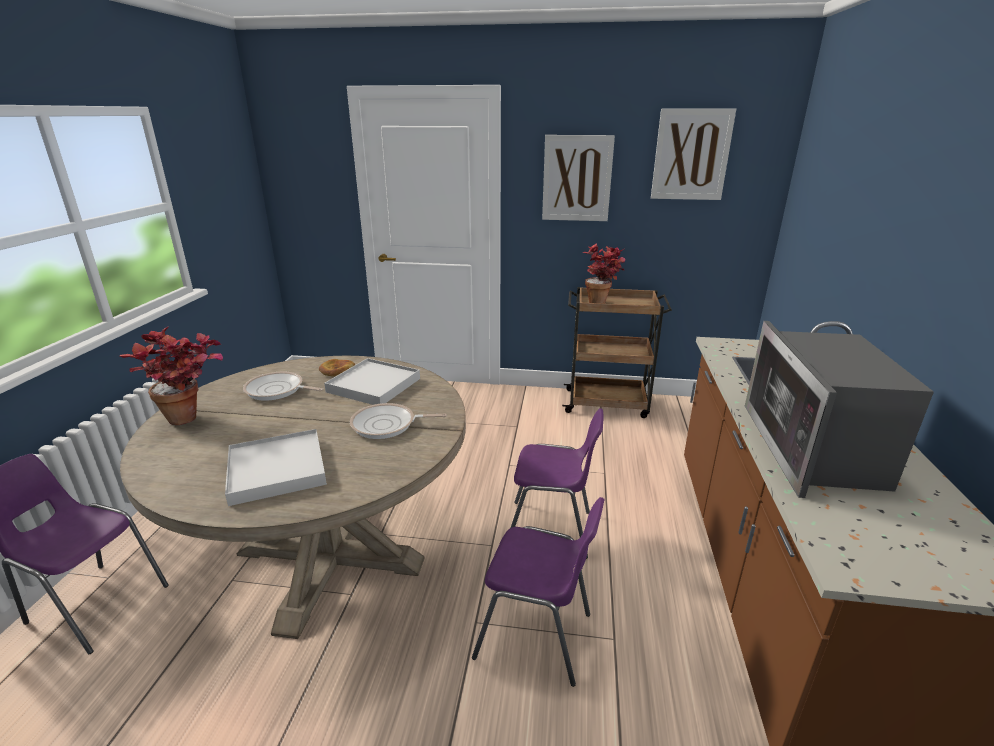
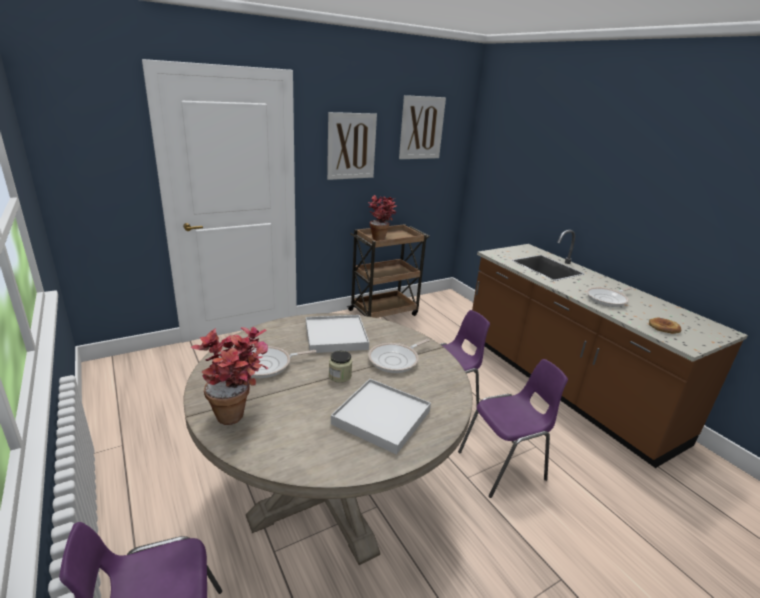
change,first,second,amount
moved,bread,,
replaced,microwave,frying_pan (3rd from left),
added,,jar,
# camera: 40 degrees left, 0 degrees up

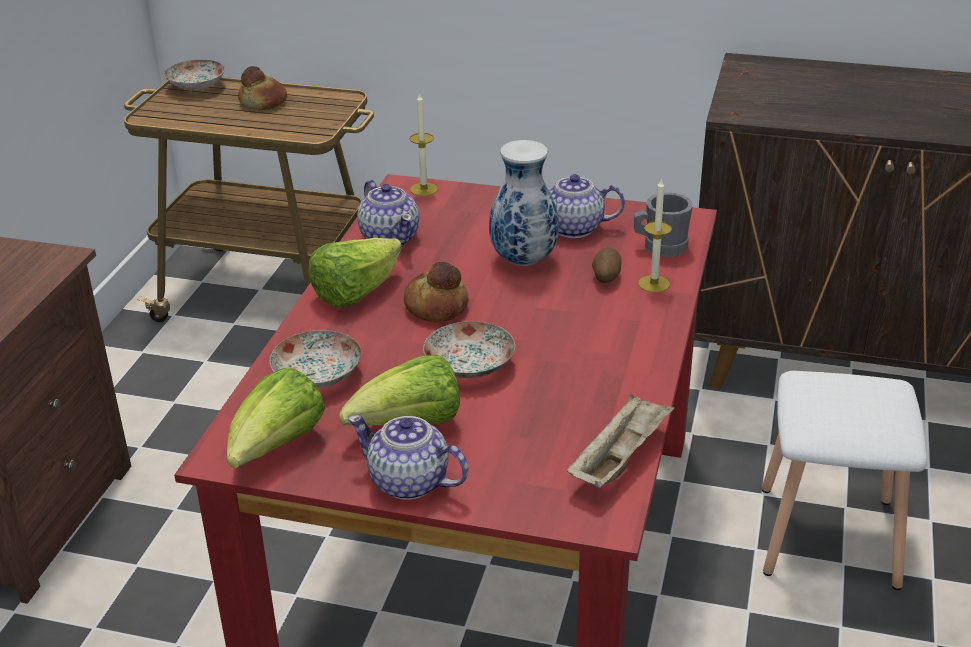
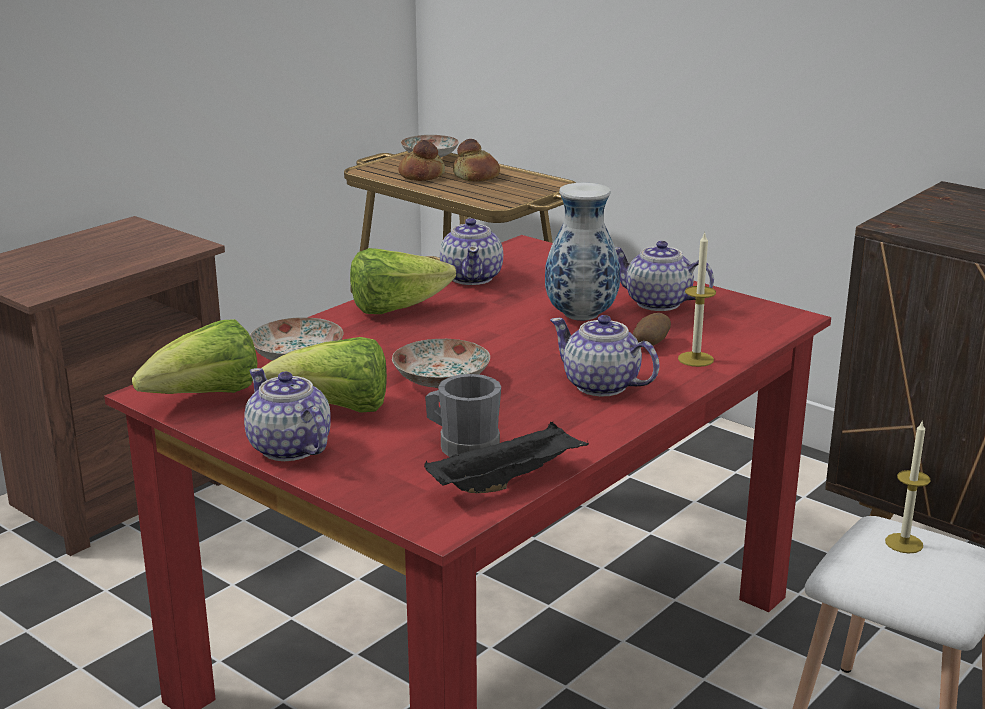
change,first,second,amount
moved,bread (2nd from left in the first image),bread (1st from left),
moved,candle (1st from left in the first image),candle (2nd from left),
recoloured,beige_tray,black_tray,
moved,grey_mug,,
added,,teapot (3rd from left),
# camera: 25 degrees right, 10 degrees down

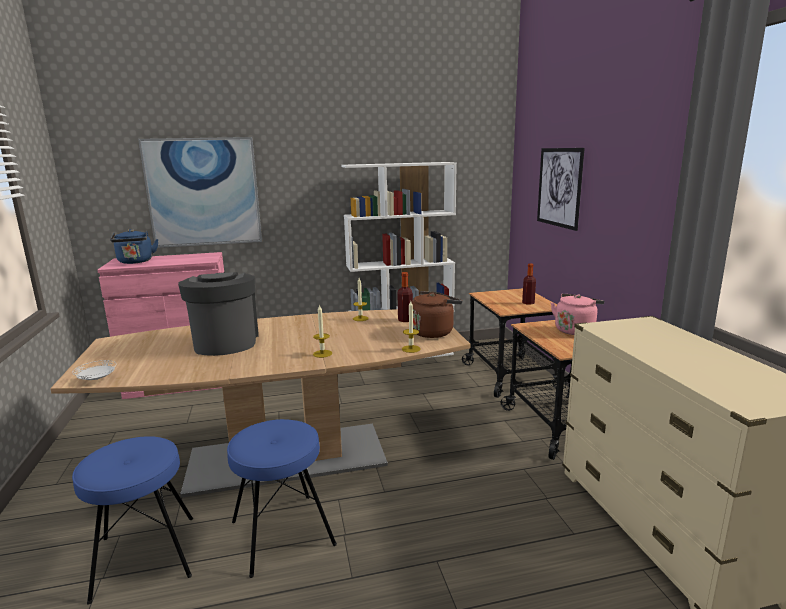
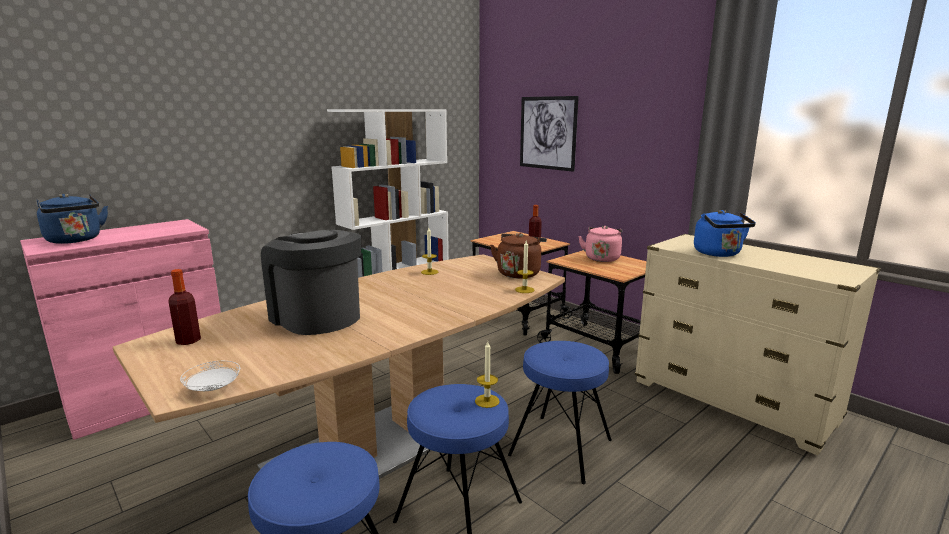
change,first,second,amount
removed,picture (1st from left),,
moved,candle (1st from left in the first image),candle (2nd from left),
moved,bottle (1st from left),,
added,,blue_stool (3rd from left),
added,,blue_kettle (2nd from left),
# camera: 30 degrees left, 0 degrees up

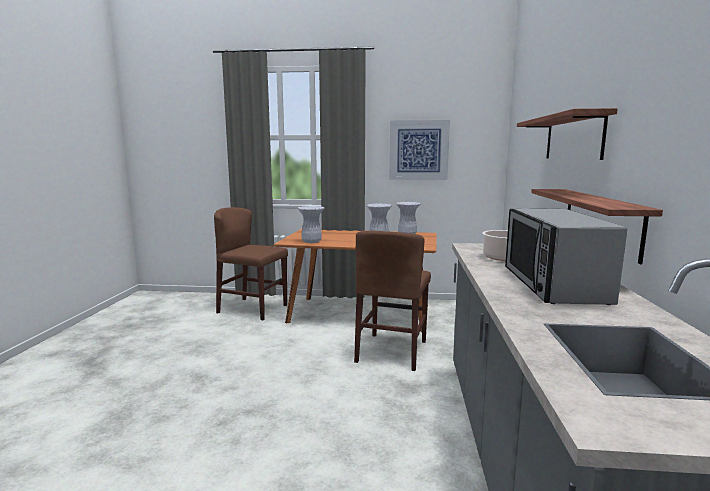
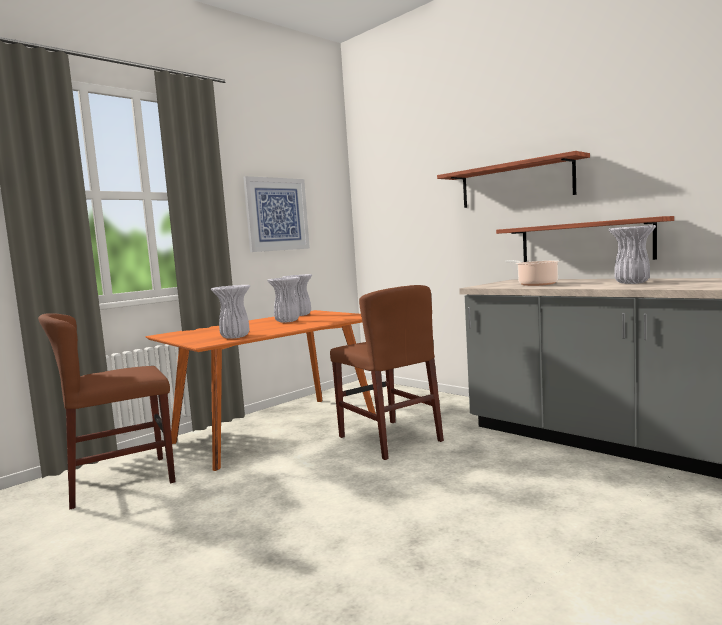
change,first,second,amount
replaced,microwave,white_vase (4th from left),
# camera: 50 degrees left, 5 degrees down

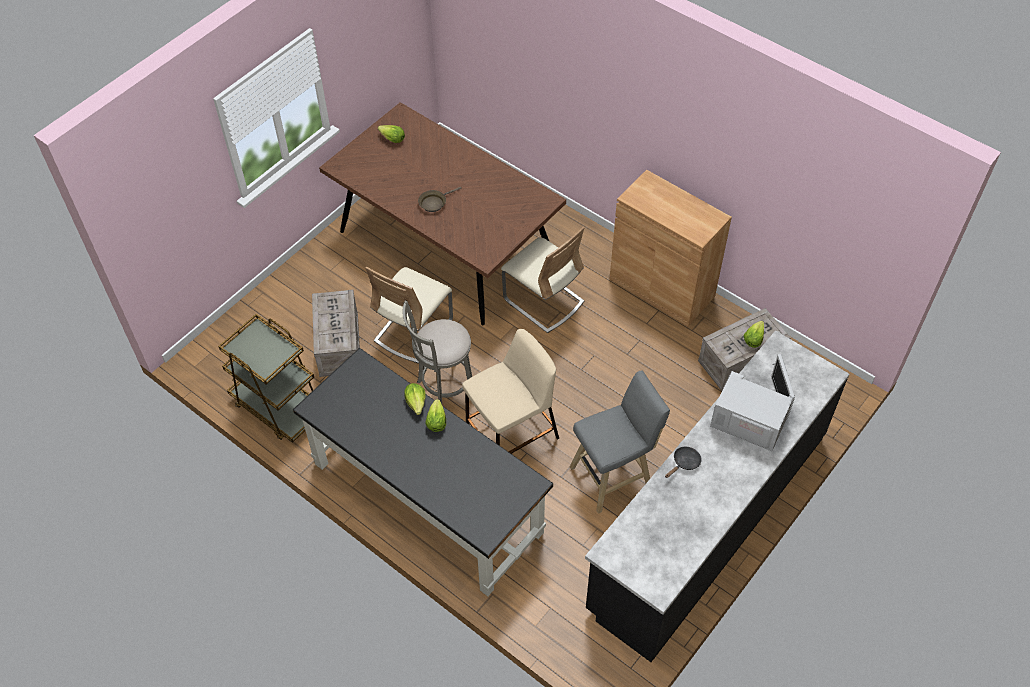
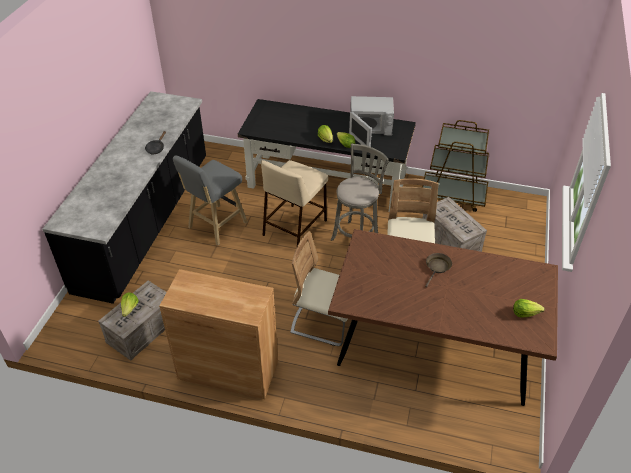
change,first,second,amount
moved,white_microwave,,
# camera: 155 degrees right, 10 degrees down

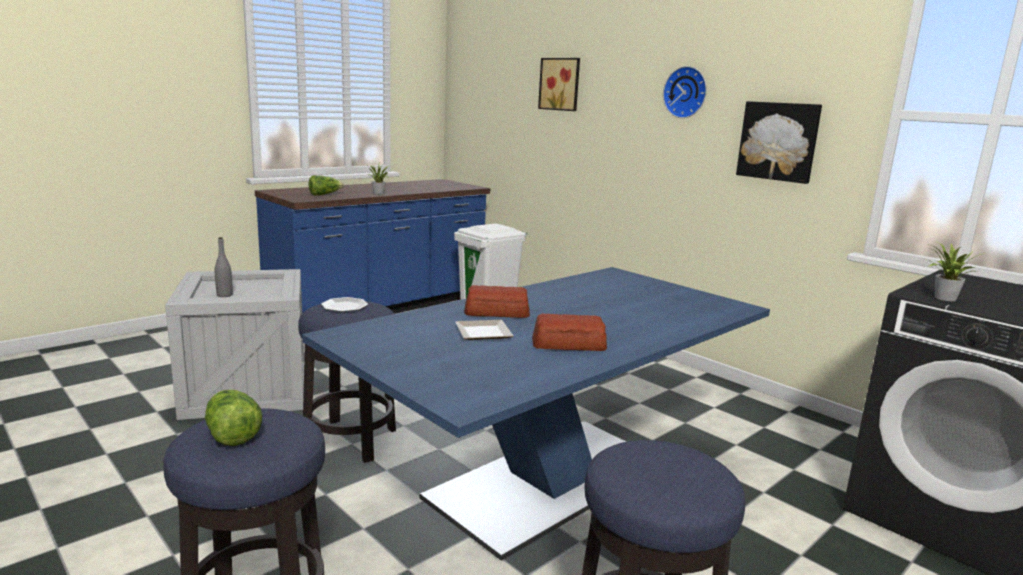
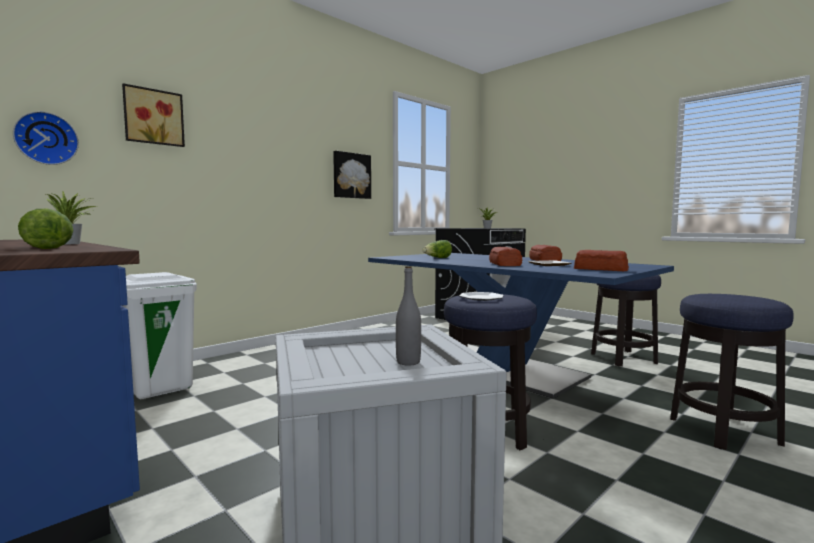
change,first,second,amount
moved,lettuce (1st from left in the first image),lettuce (2nd from left),
moved,wall_clock,,
added,,bread (3rd from left),
# camera: 90 degrees left, 10 degrees down

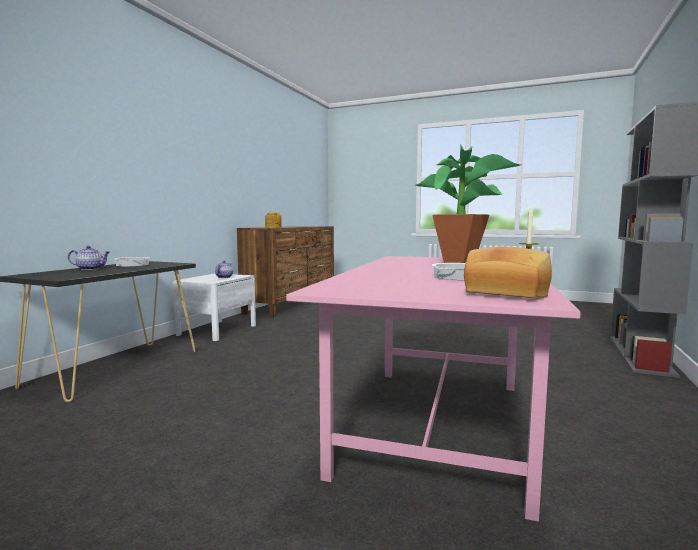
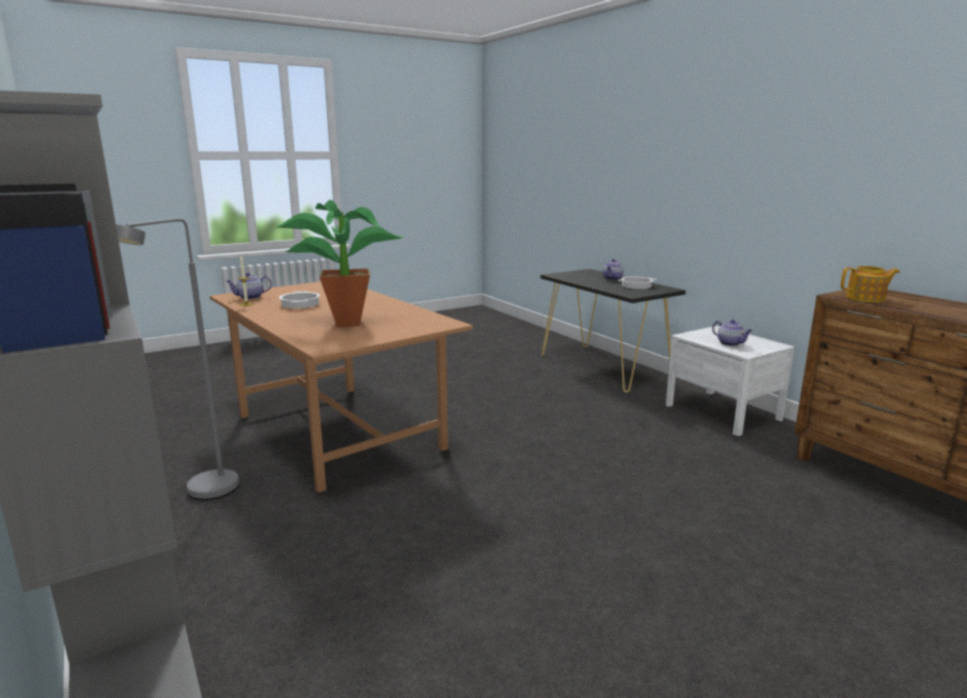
change,first,second,amount
recoloured,pink_dining_table,brown_dining_table,
replaced,bread,teapot (1st from left),
added,,grey_floor_lamp,
# camera: 125 degrees right, 10 degrees up

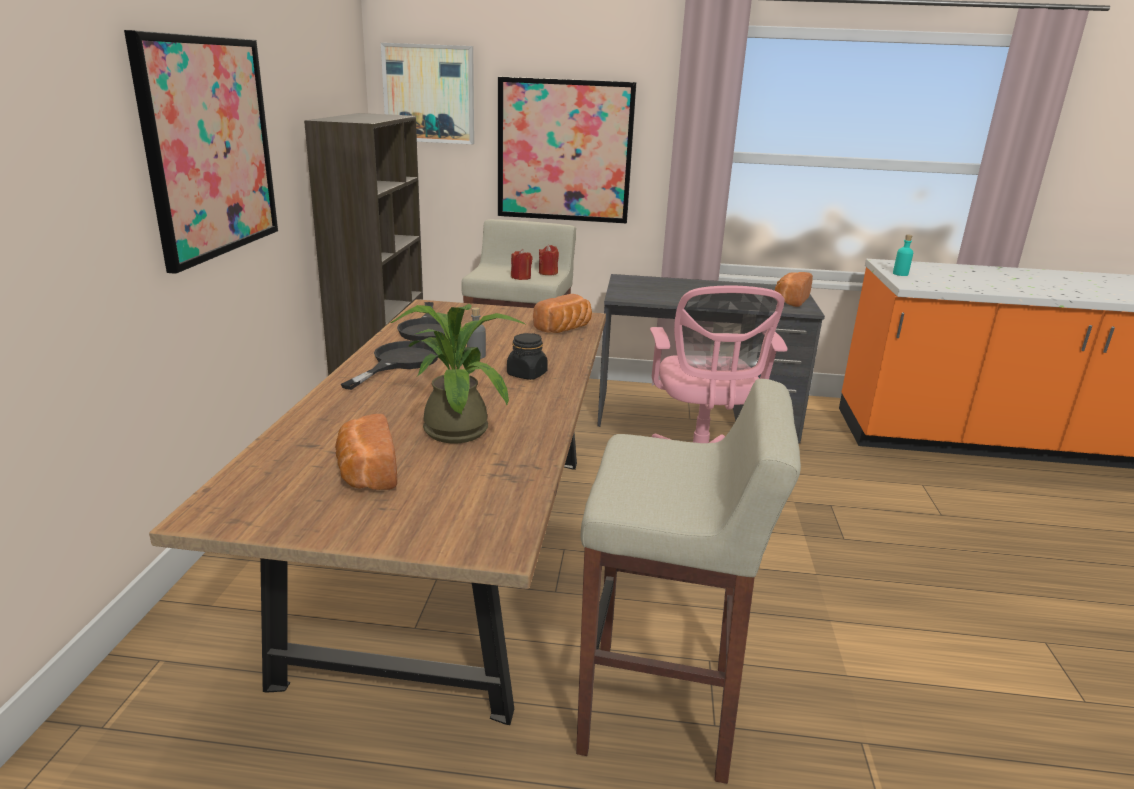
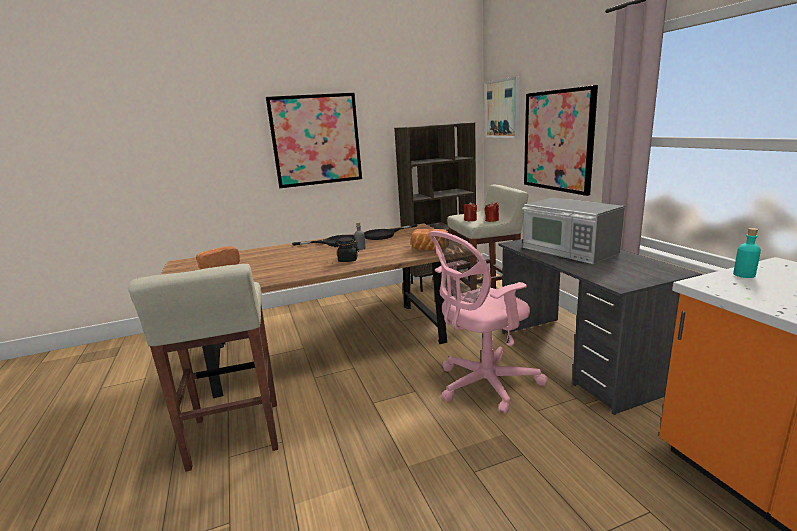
change,first,second,amount
removed,potted_plant,,
removed,bread (3rd from left),,
added,,microwave,
# camera: 65 degrees right, 5 degrees down

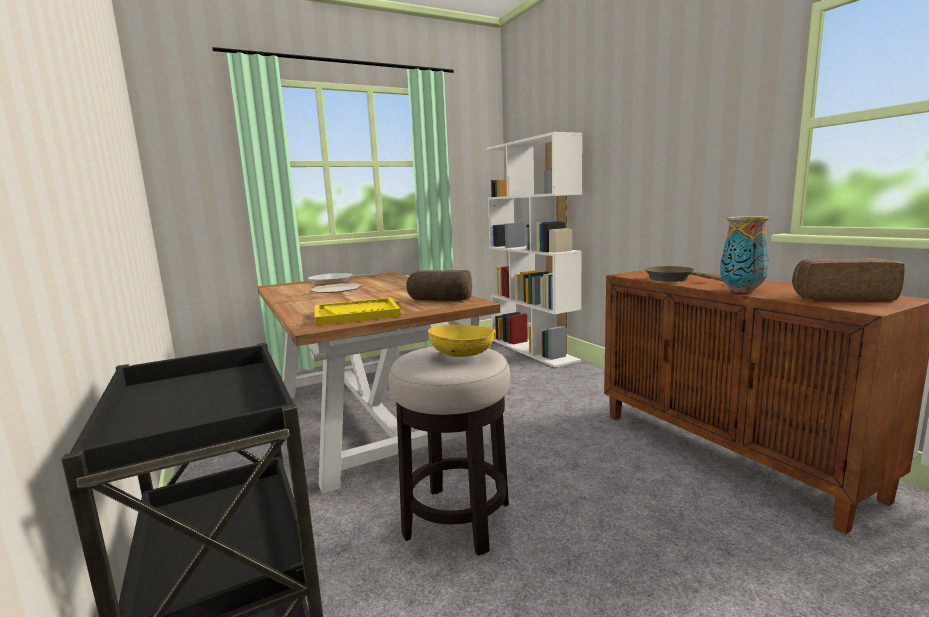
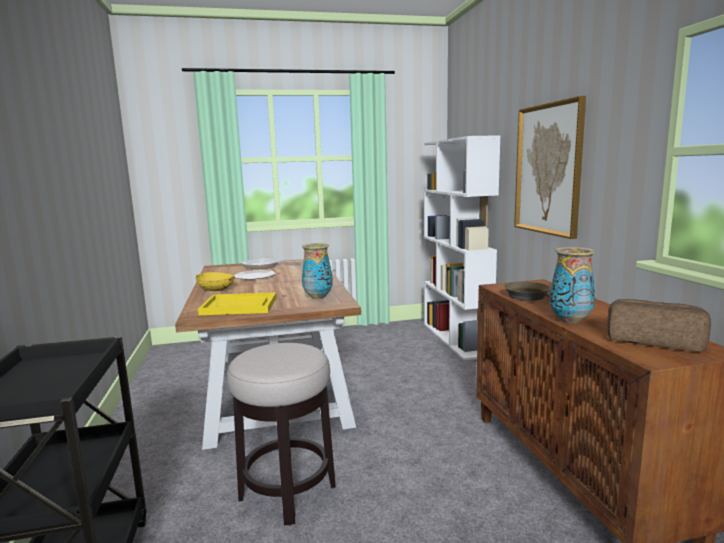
change,first,second,amount
replaced,bread (1st from left),vase (1st from left),
moved,yellow_bowl,,
added,,picture,
# camera: 15 degrees right, 0 degrees up

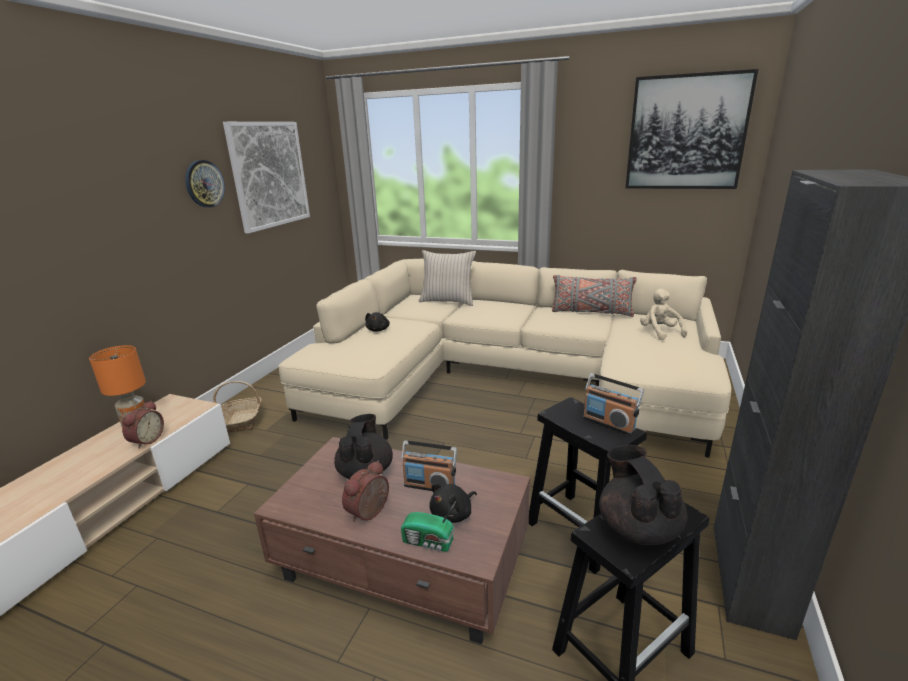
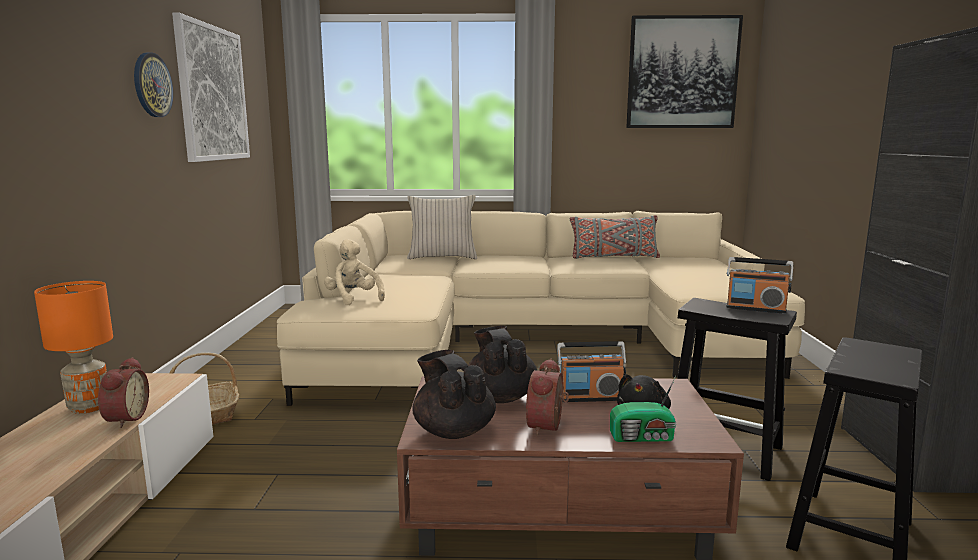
change,first,second,amount
removed,black_plush_toy (1st from left),,
moved,black_teapot (2nd from left in the first image),black_teapot (1st from left),
moved,beige_plush_toy,,
# camera: 20 degrees left, 10 degrees down

